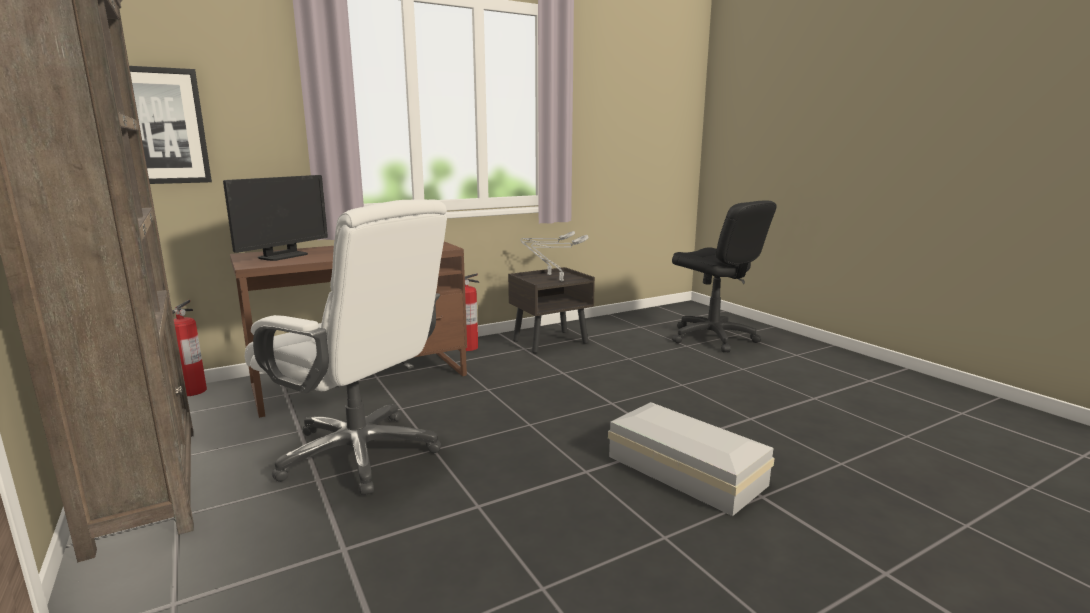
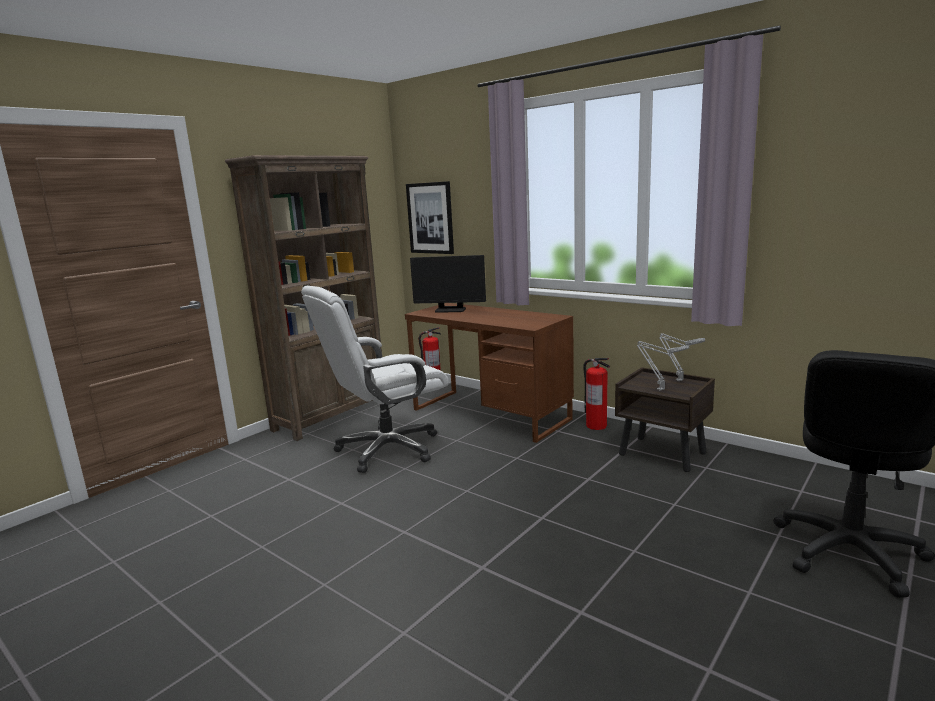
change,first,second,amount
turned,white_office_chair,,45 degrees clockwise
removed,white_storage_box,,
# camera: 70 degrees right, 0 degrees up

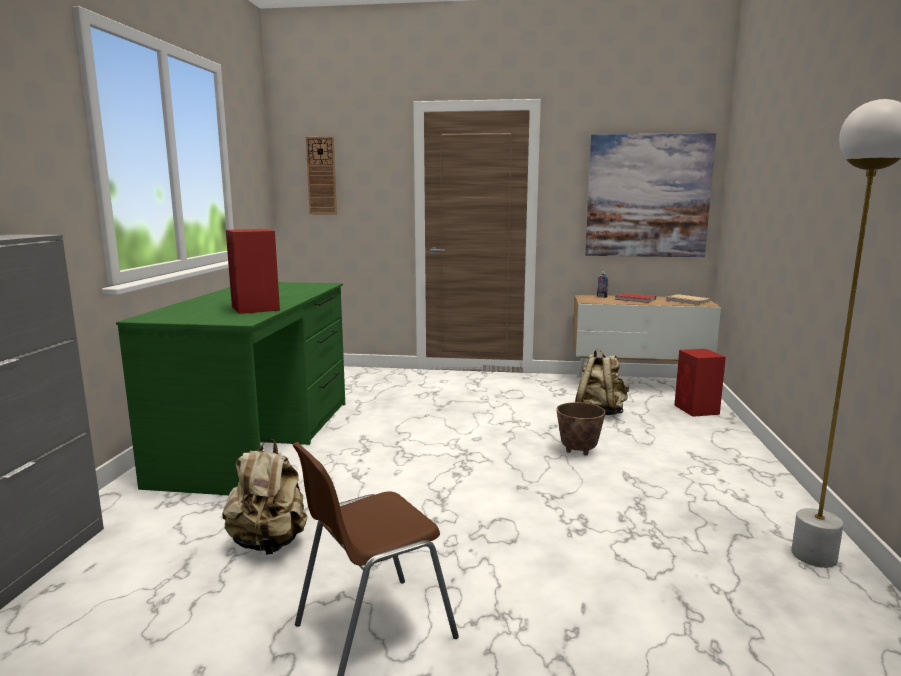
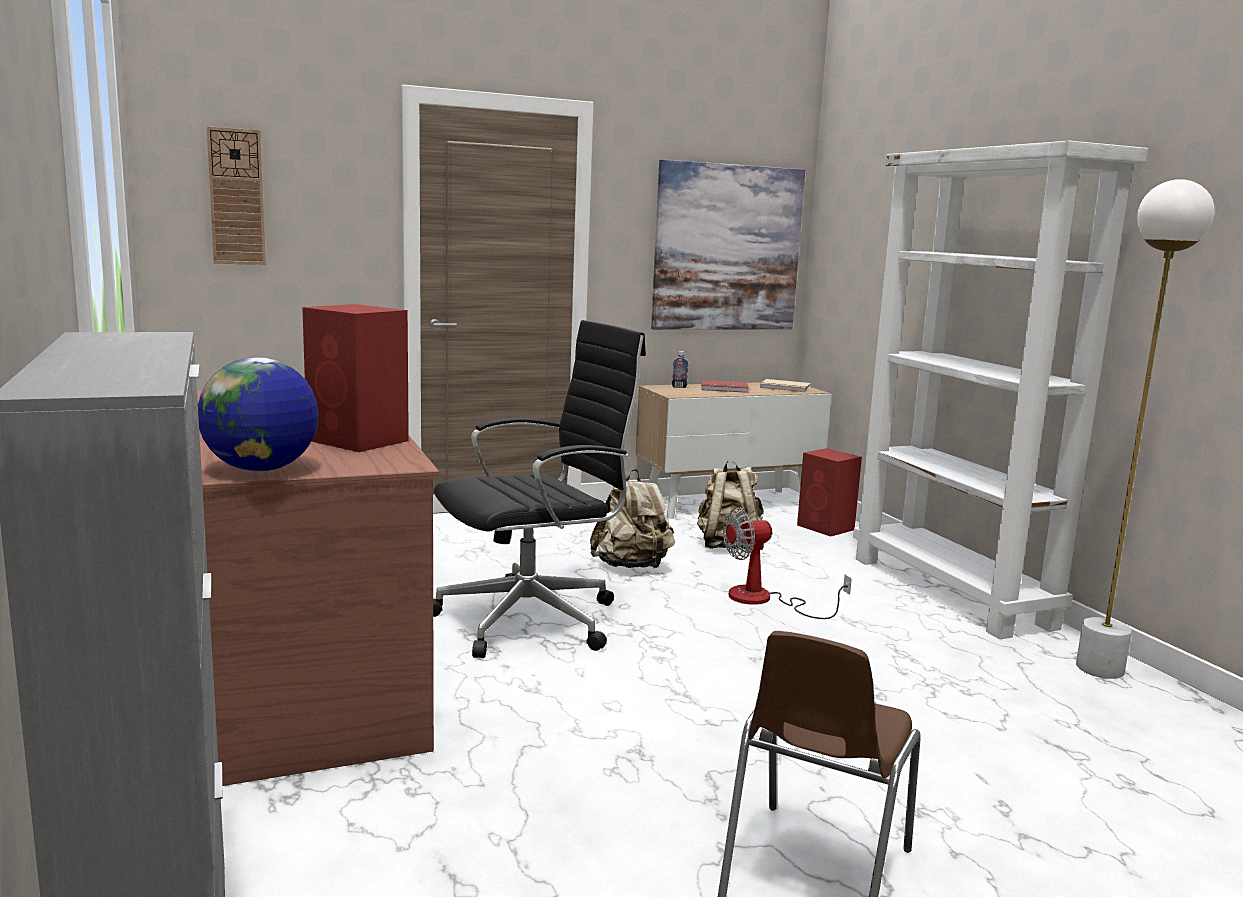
change,first,second,amount
recoloured,green_desk,brown_desk,
moved,beige_backpack (1st from left),,
replaced,planter,fan,
added,,globe,
added,,black_office_chair,
added,,white_bookcase,
# camera: 30 degrees left, 0 degrees up

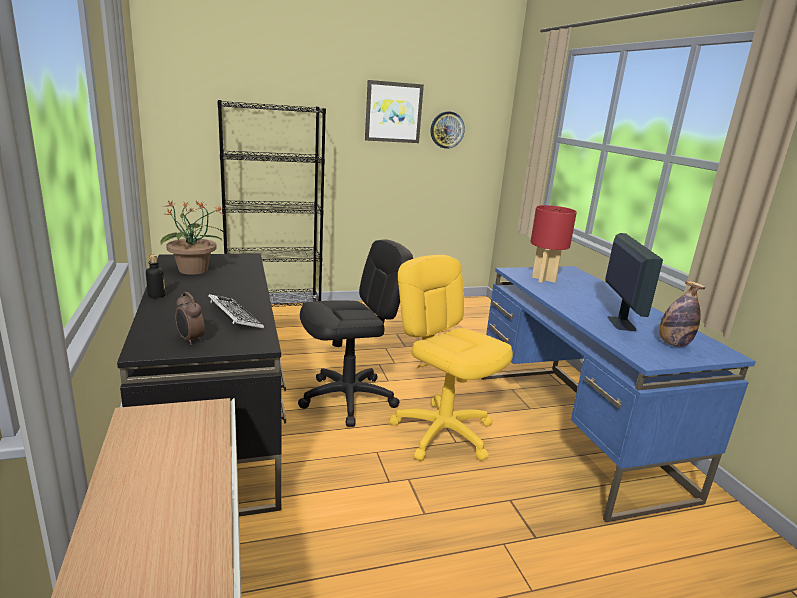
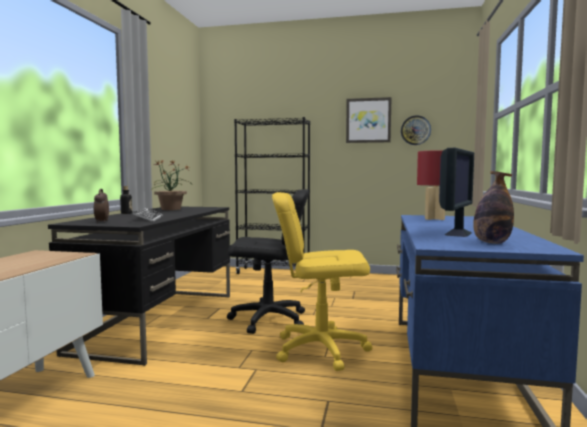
change,first,second,amount
turned,yellow_office_chair,,75 degrees counterclockwise
# camera: 30 degrees right, 15 degrees down

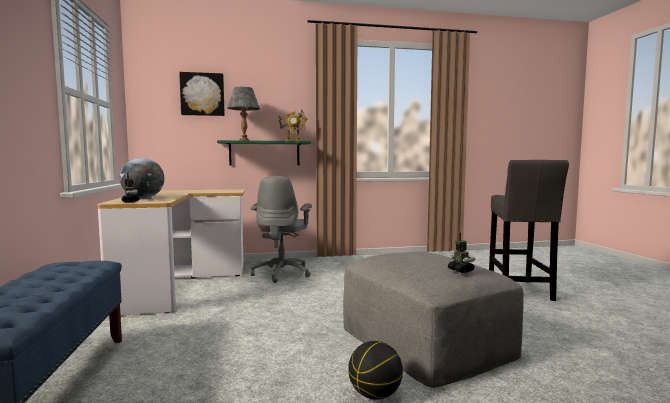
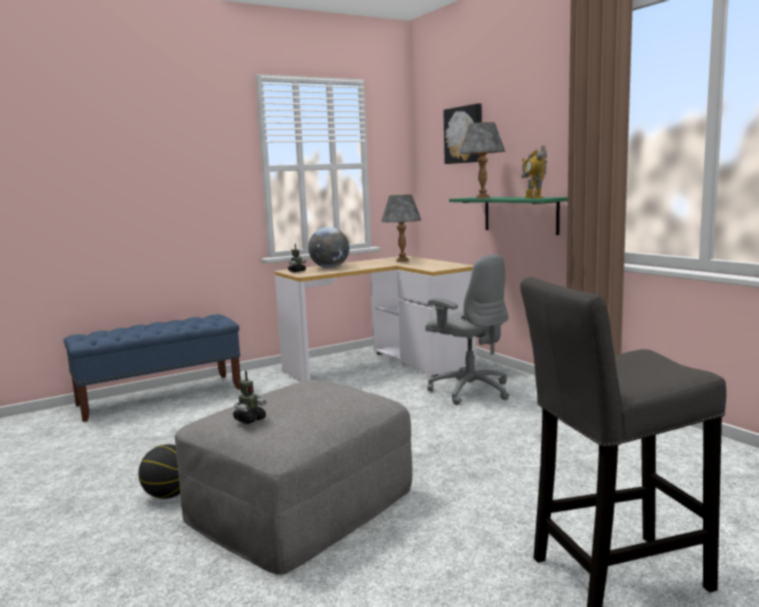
change,first,second,amount
turned,grey_office_chair,,120 degrees counterclockwise
added,,grey_table_lamp (1st from left),
# camera: 70 degrees right, 5 degrees up

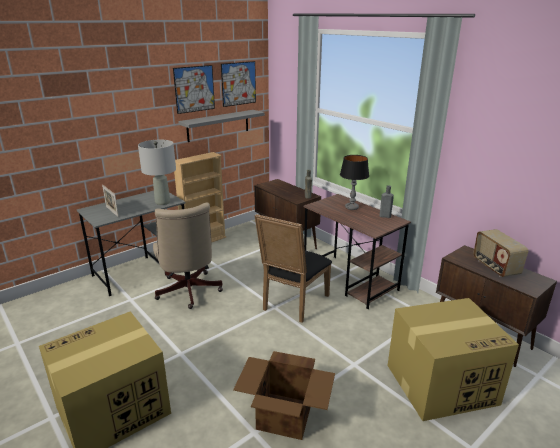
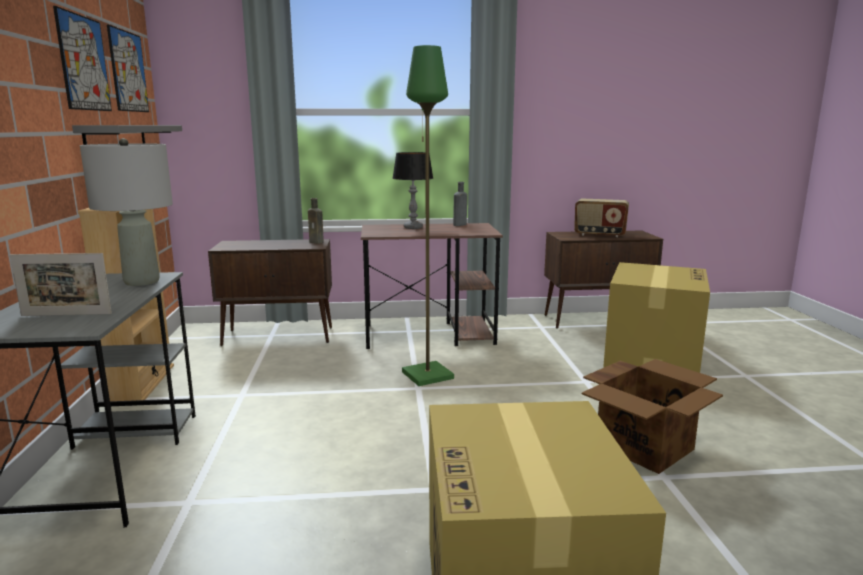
change,first,second,amount
removed,beige_office_chair,,
replaced,black_chair,green_floor_lamp,
# camera: 55 degrees left, 10 degrees down

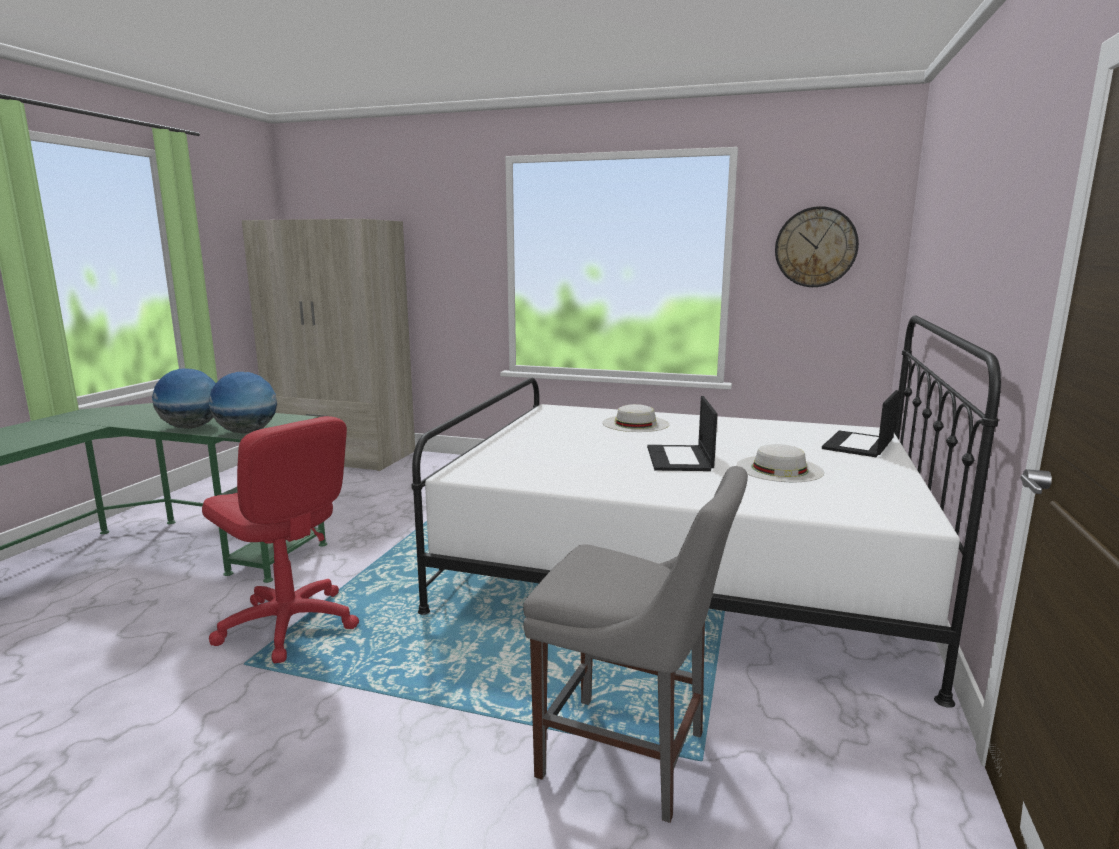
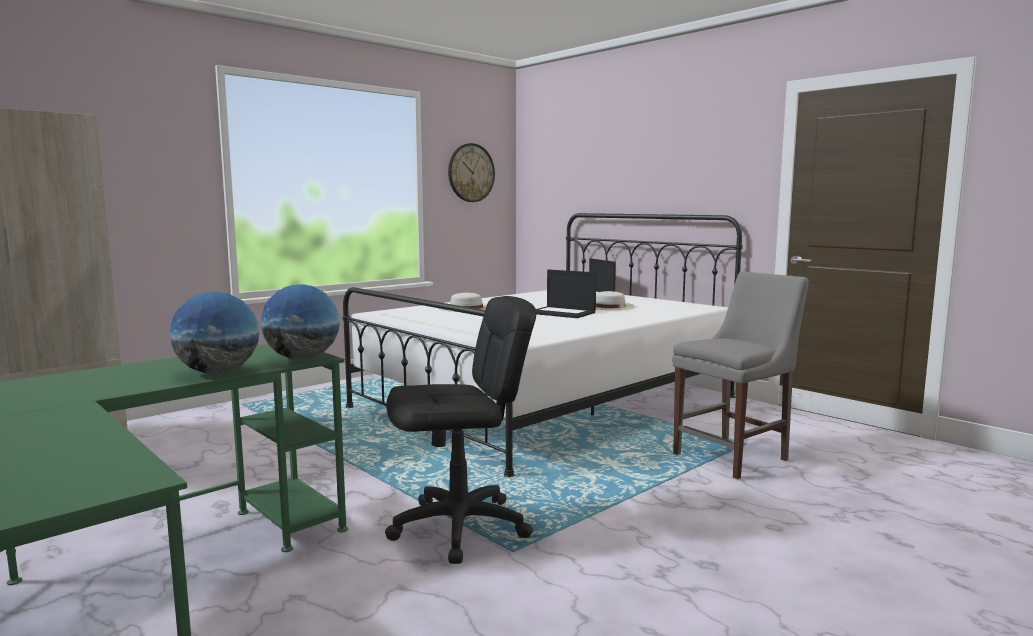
change,first,second,amount
recoloured,red_office_chair,black_office_chair,
# camera: 60 degrees left, 5 degrees down

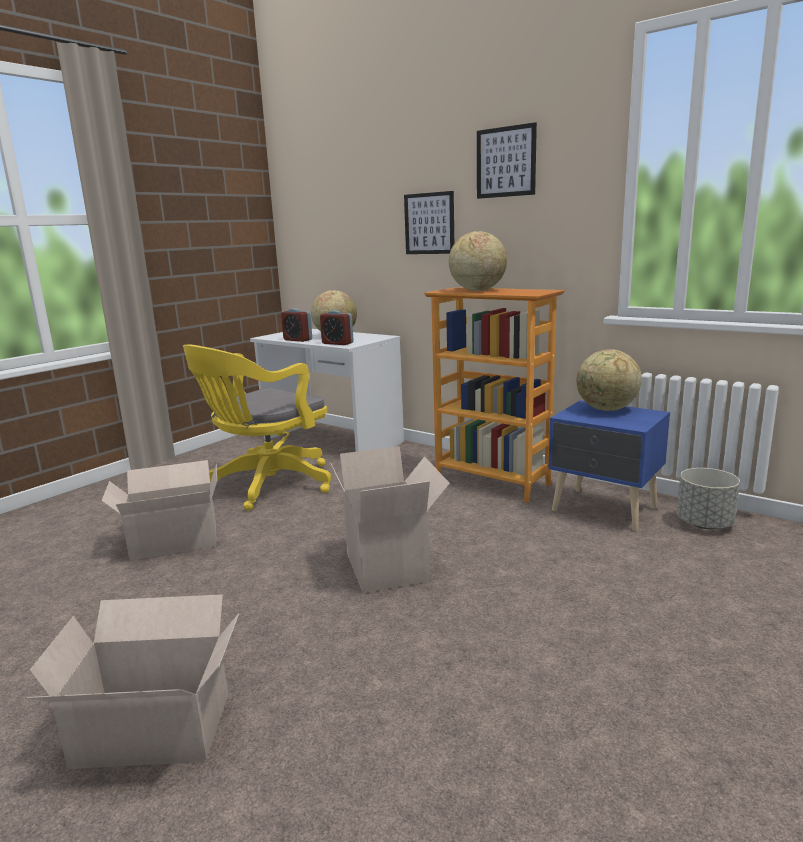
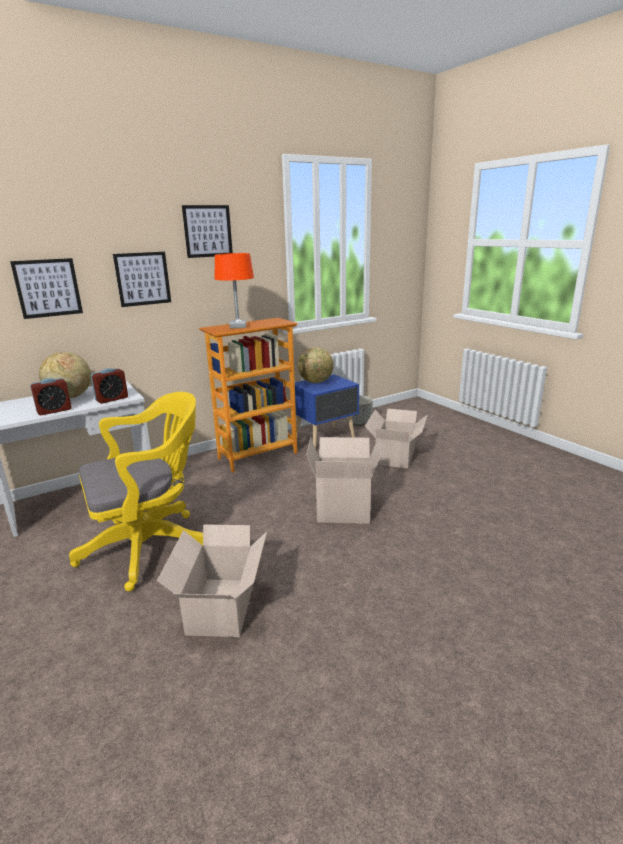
change,first,second,amount
moved,cardboard_box (1st from left in the first image),cardboard_box (3rd from left),
turned,yellow_office_chair,,90 degrees counterclockwise
replaced,globe (2nd from left),orange_table_lamp,
added,,picture (1st from left),
# camera: 70 degrees left, 5 degrees up

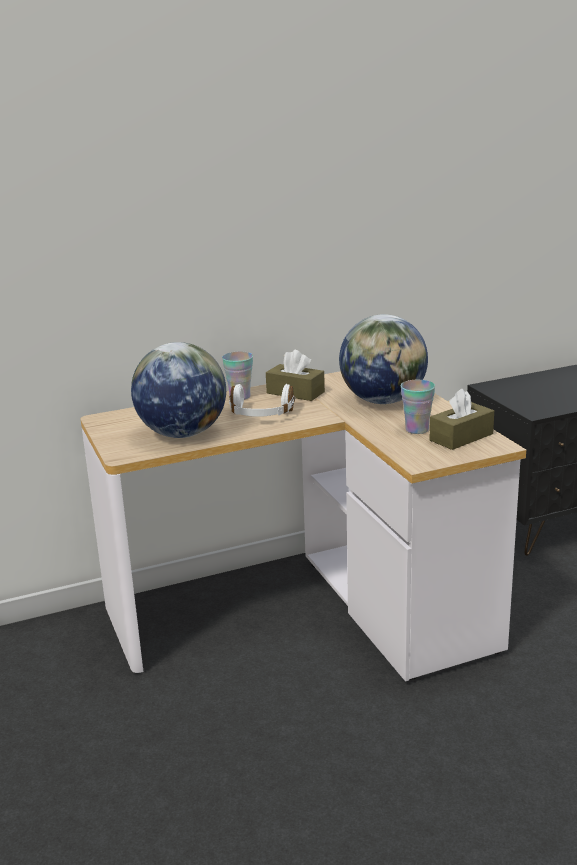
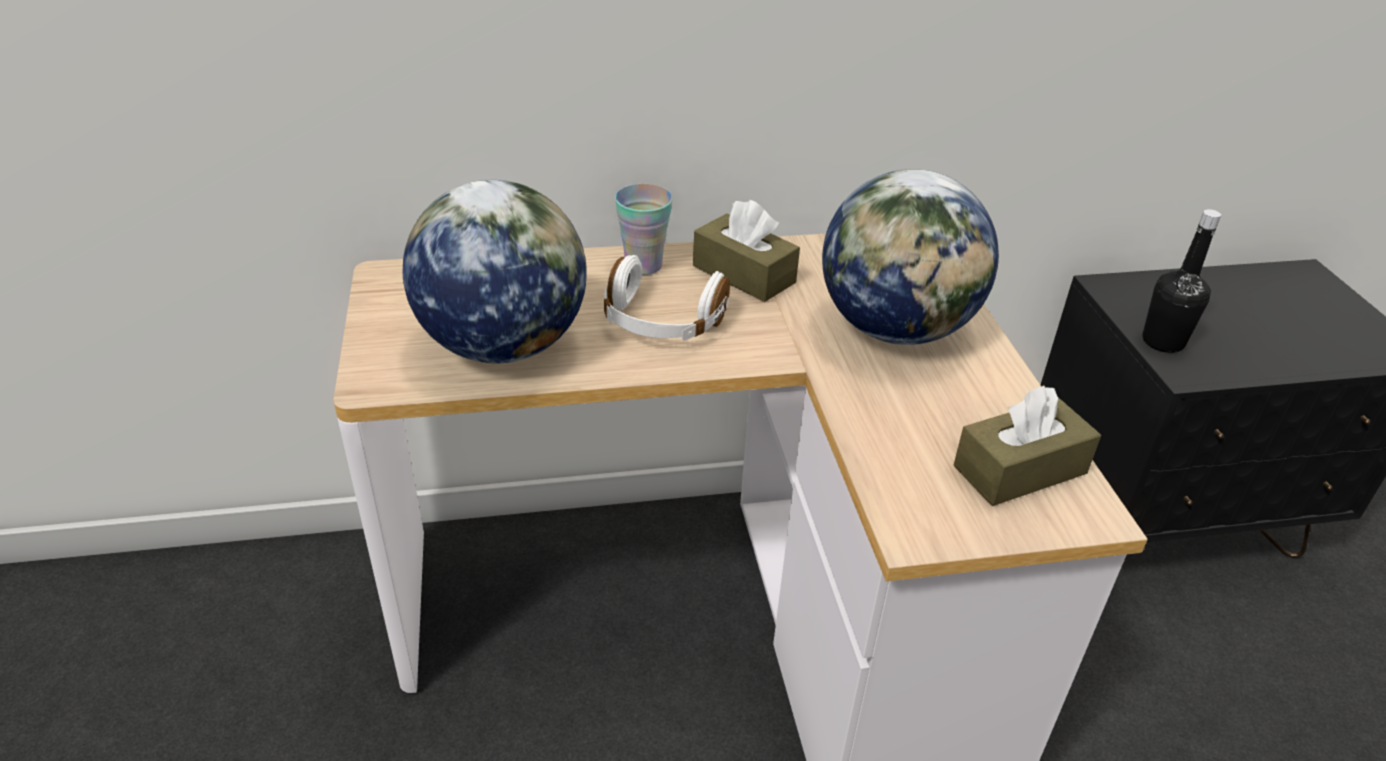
change,first,second,amount
removed,cup (2nd from left),,
added,,black_bottle,
# camera: 10 degrees right, 15 degrees up

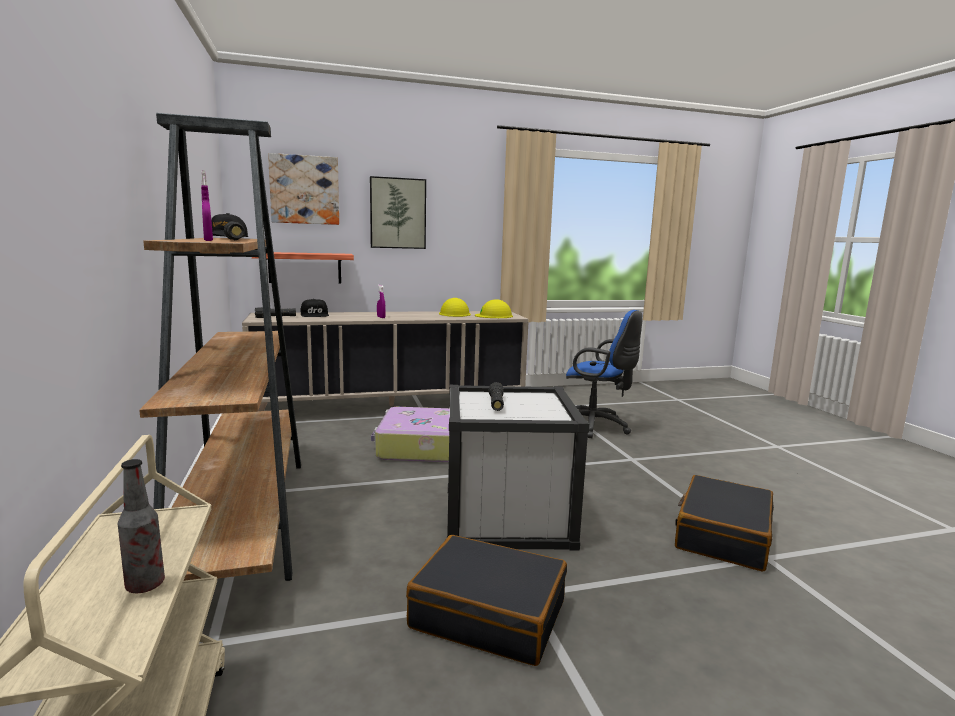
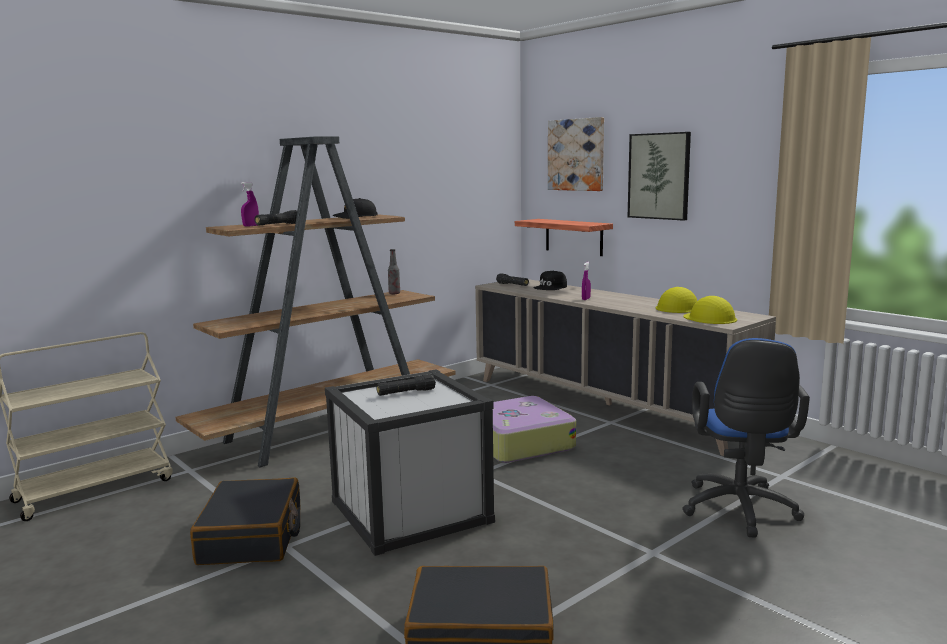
change,first,second,amount
moved,bottle,,
# camera: 65 degrees right, 0 degrees up

